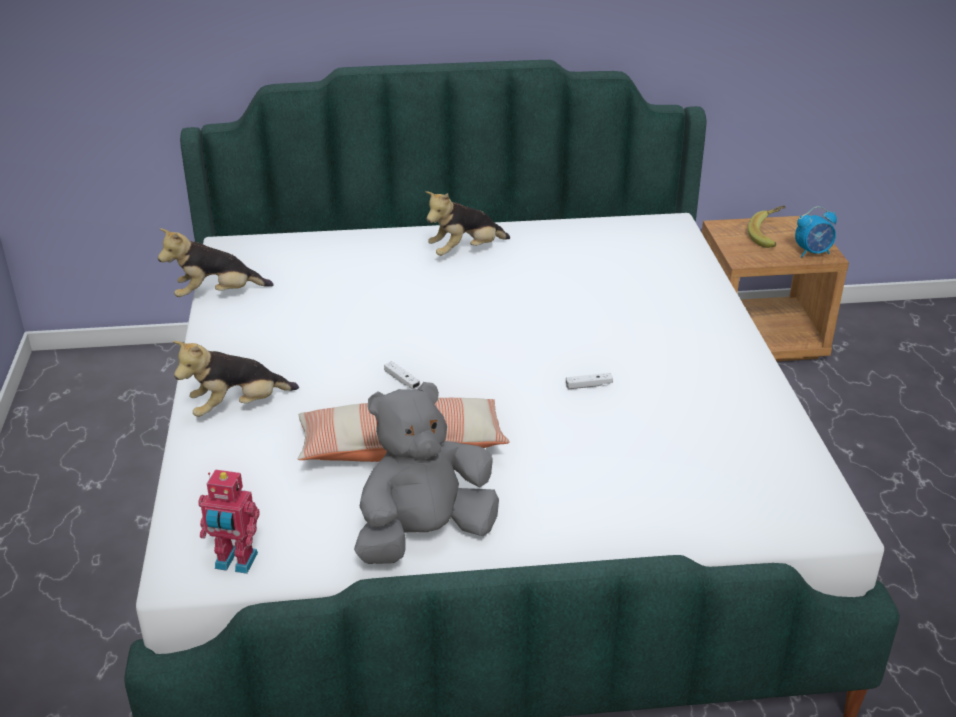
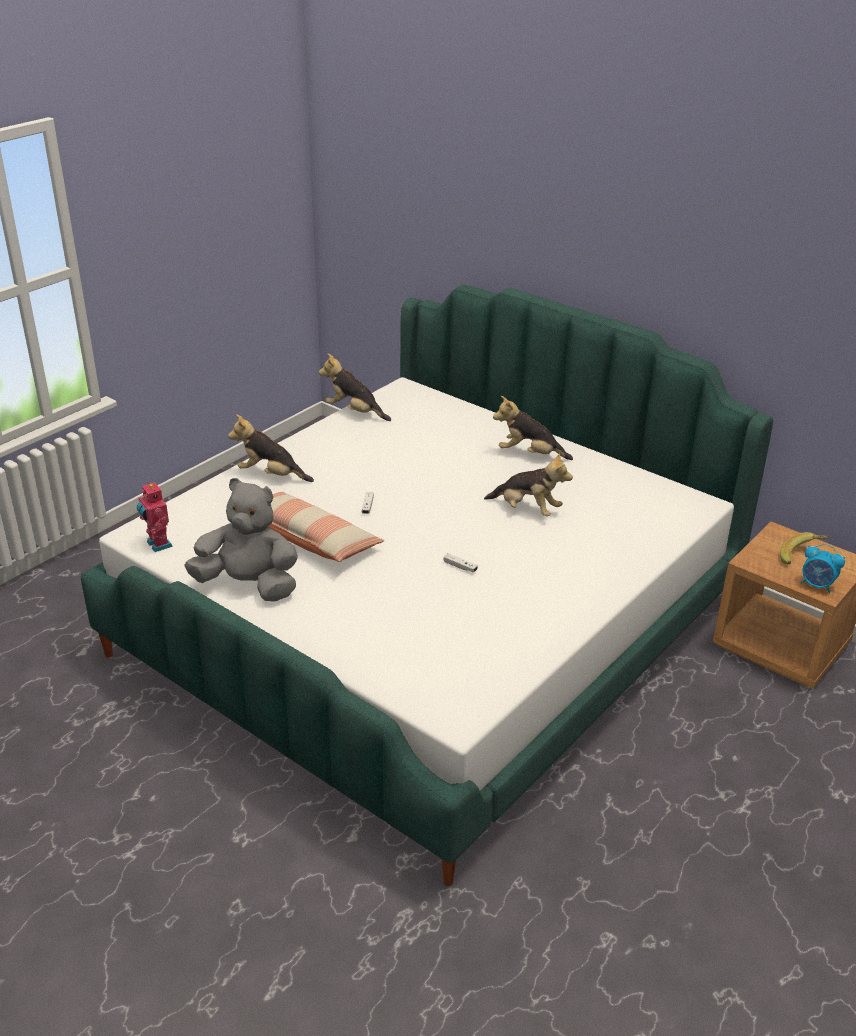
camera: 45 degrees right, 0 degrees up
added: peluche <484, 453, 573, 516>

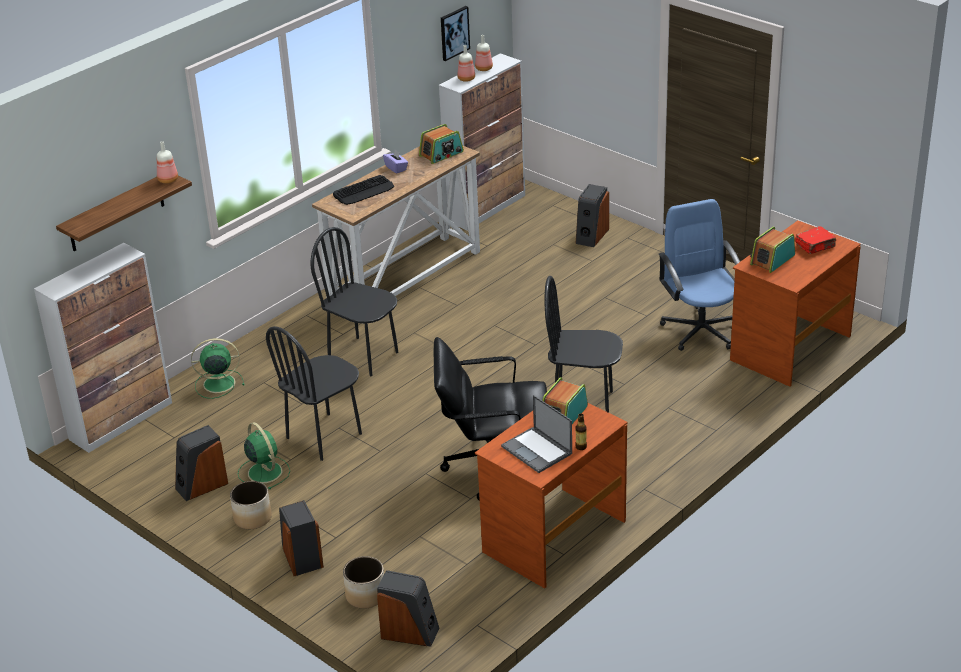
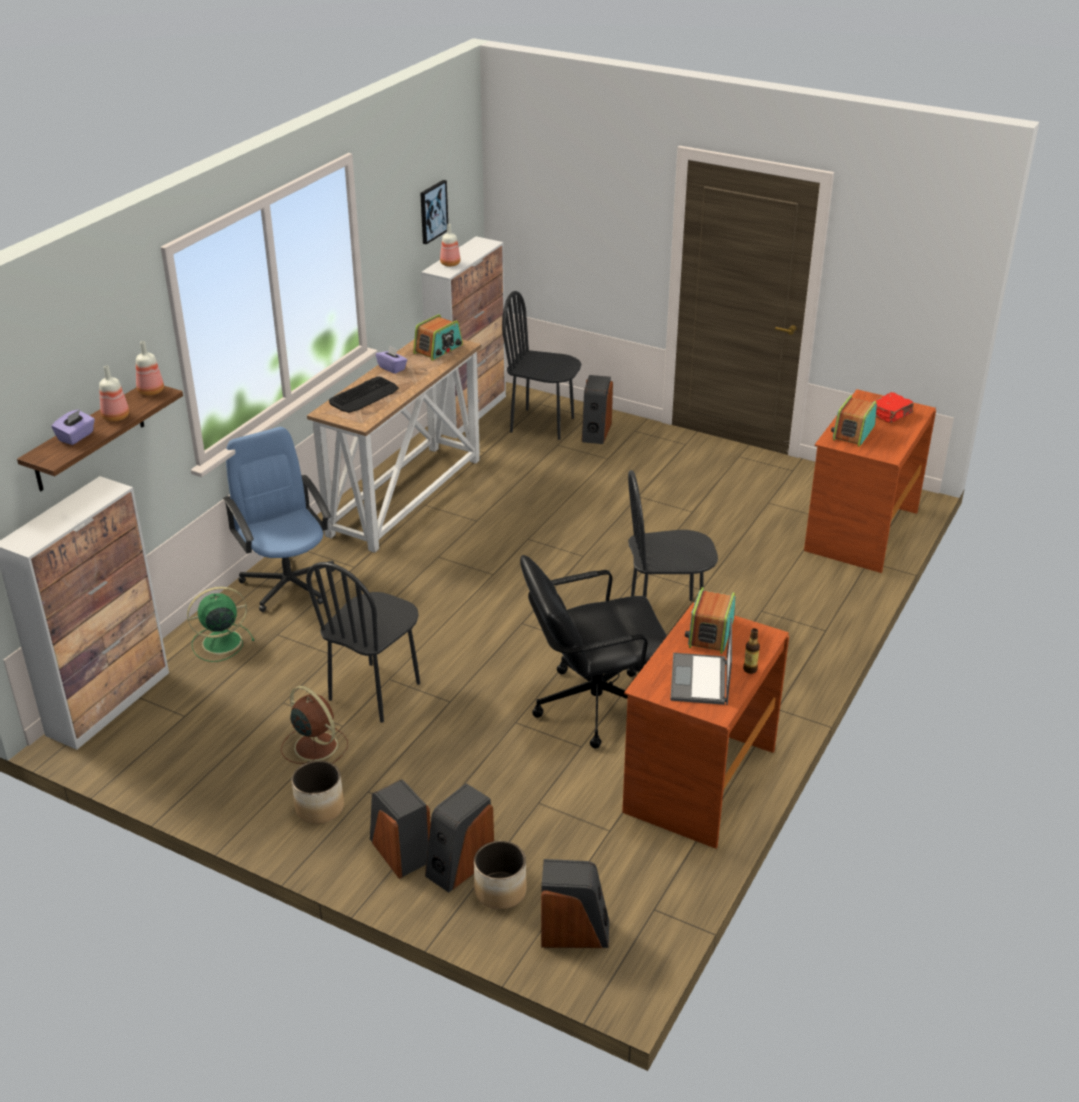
camera: 15 degrees left, 0 degrees up
added: boîte à mouchoirs (violet) <52, 410, 95, 445>
moved: enceinte <175, 425, 228, 501> to <425, 783, 494, 893>; chaise (noir) <311, 227, 398, 377> to <502, 291, 581, 440>; bouteille <475, 35, 493, 71> to <99, 366, 129, 422>; chaise de bureau (bleu) <659, 199, 740, 351> to <223, 427, 335, 612>
recoloured: ventilateur (vert) <238, 422, 290, 490> to ventilateur (marron) <281, 686, 348, 764>
turned: ordinateur portable <501, 395, 572, 473> = <670, 618, 732, 705> 60 degrees clockwise

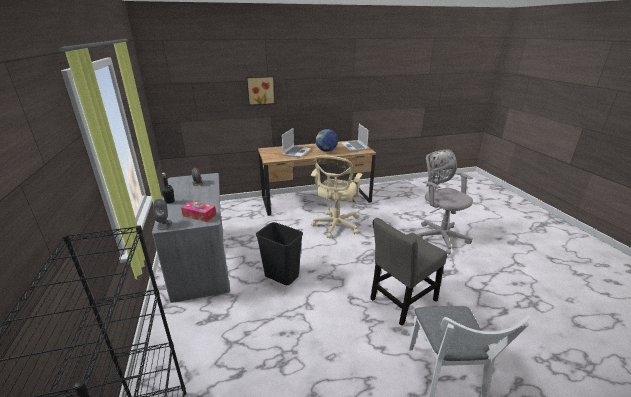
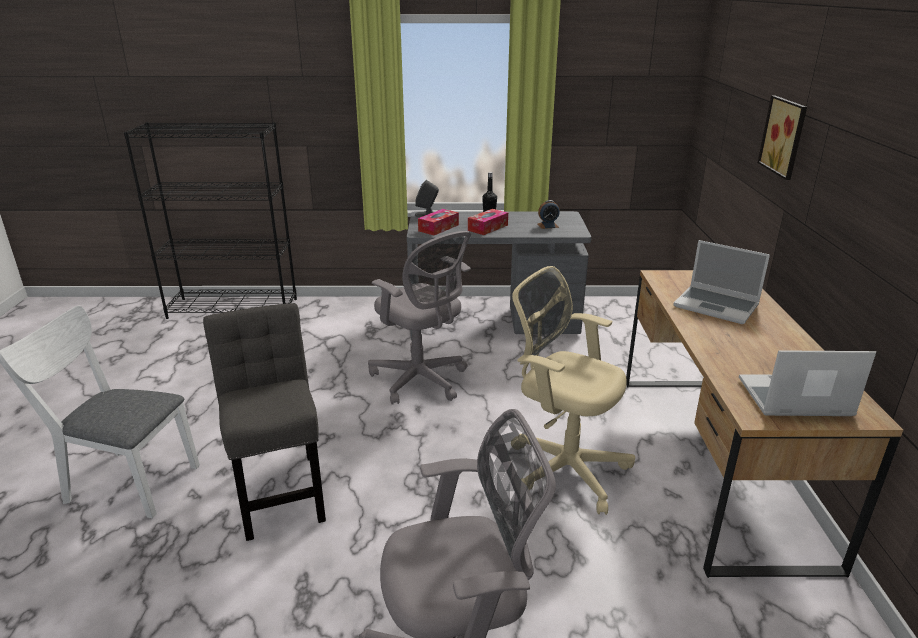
camera: 105 degrees right, 0 degrees up
removed: globe <316, 129, 338, 152>
added: boîte à mouchoirs <468, 209, 508, 235>
replaced: poubelle (noir) <256, 222, 303, 285> to chaise de bureau (gris) <368, 231, 471, 405>

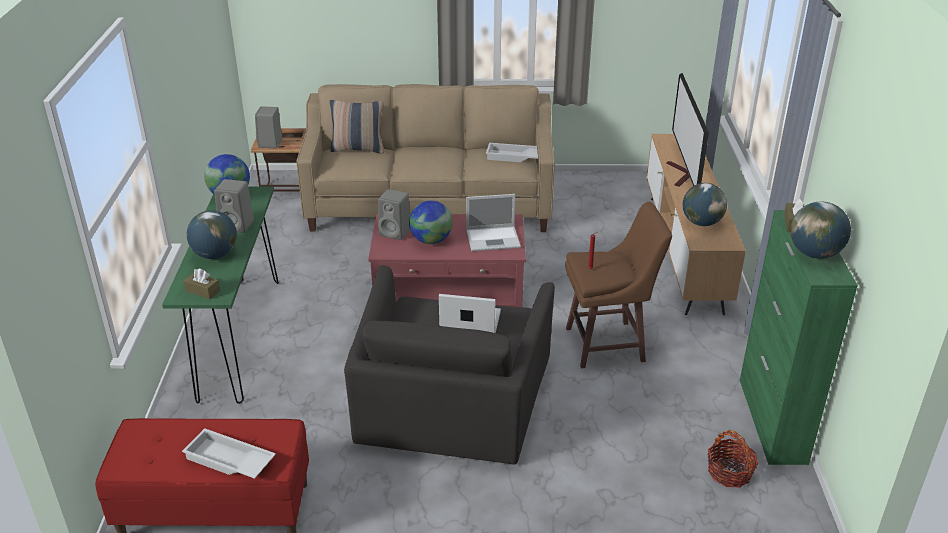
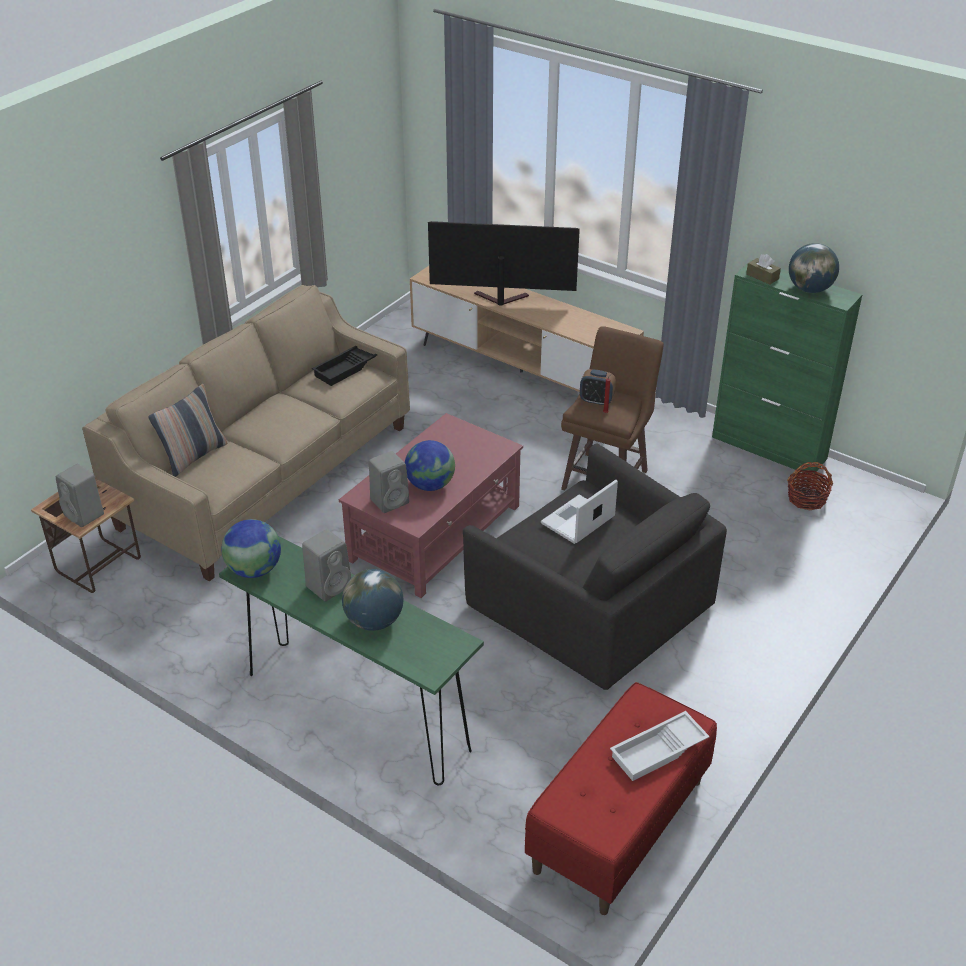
camera: 55 degrees left, 5 degrees up
removed: boîte à mouchoirs (marron) <183, 269, 220, 299>; ordinateur portable <466, 194, 521, 251>; globe <683, 183, 727, 226>
added: réveil <580, 369, 616, 406>
recoloured: plateau (blanc) <486, 143, 538, 162> to plateau (noir) <312, 346, 377, 386>
turned: téléviseur <666, 73, 709, 187> = <428, 221, 580, 306> 150 degrees clockwise

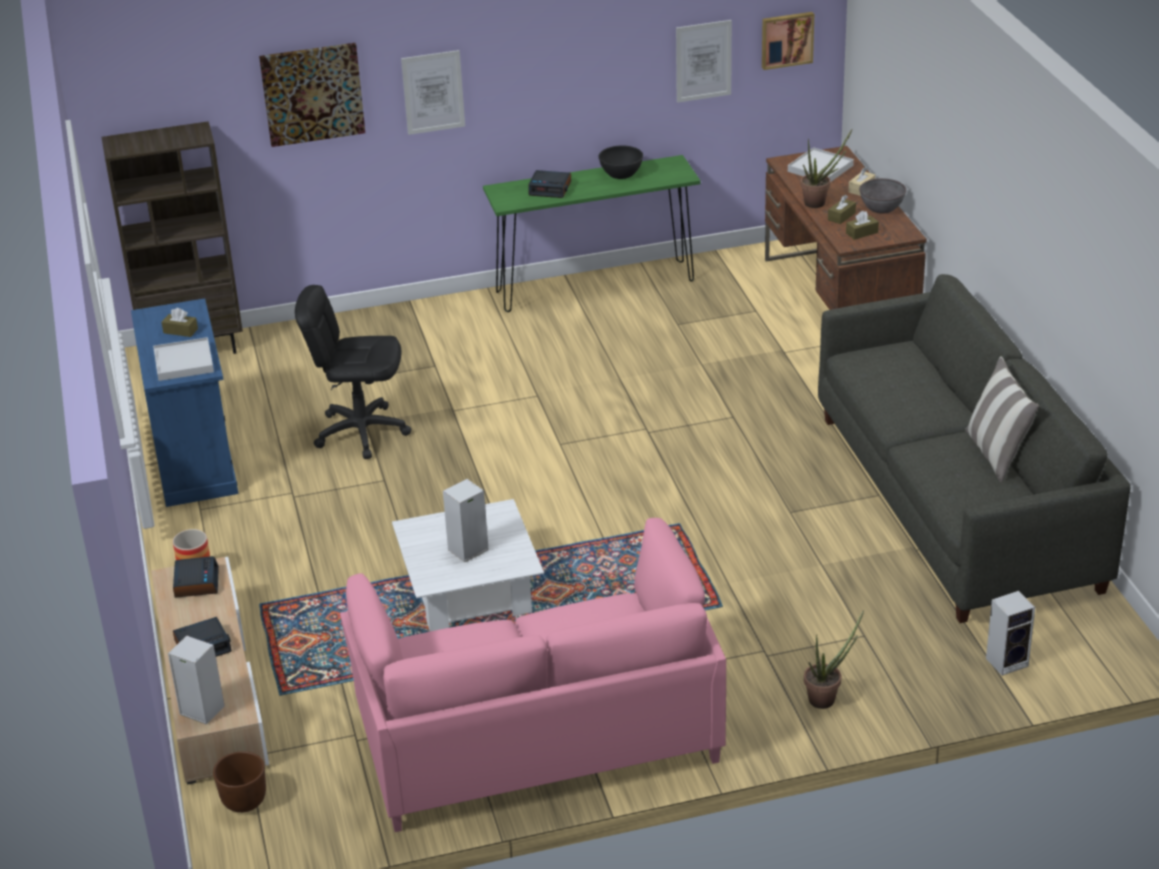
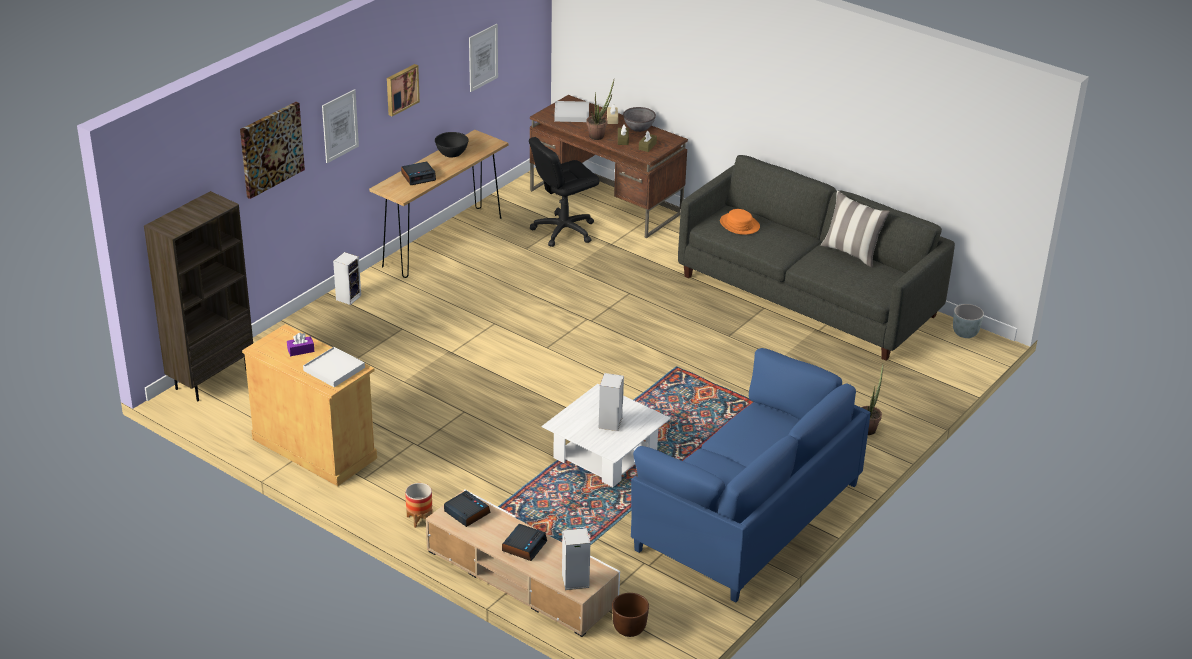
camera: 40 degrees left, 0 degrees up
added: chapeau (orange) <720, 209, 760, 235>; cache-pot (gris) <953, 304, 984, 338>
moved: chaise de bureau (noir) <295, 285, 411, 459> to <529, 137, 599, 247>; tableau <762, 12, 814, 70> to <387, 64, 420, 116>; enceinte <986, 591, 1035, 676> to <333, 252, 361, 305>
recoloured: meuble de rangement (bleu) <131, 298, 238, 507> to meuble de rangement (beige) <242, 324, 377, 486>; boîte à mouchoirs (marron) <162, 308, 198, 337> to boîte à mouchoirs (violet) <287, 333, 314, 356>; canapé (rose) <340, 518, 726, 832> to canapé (bleu) <631, 348, 871, 603>; table console (vert) <483, 155, 701, 312> to table console (marron) <369, 130, 508, 278>

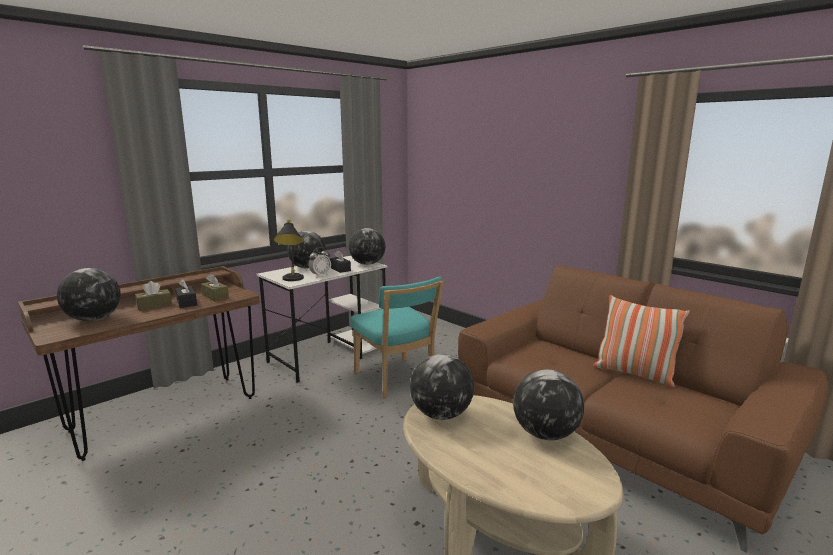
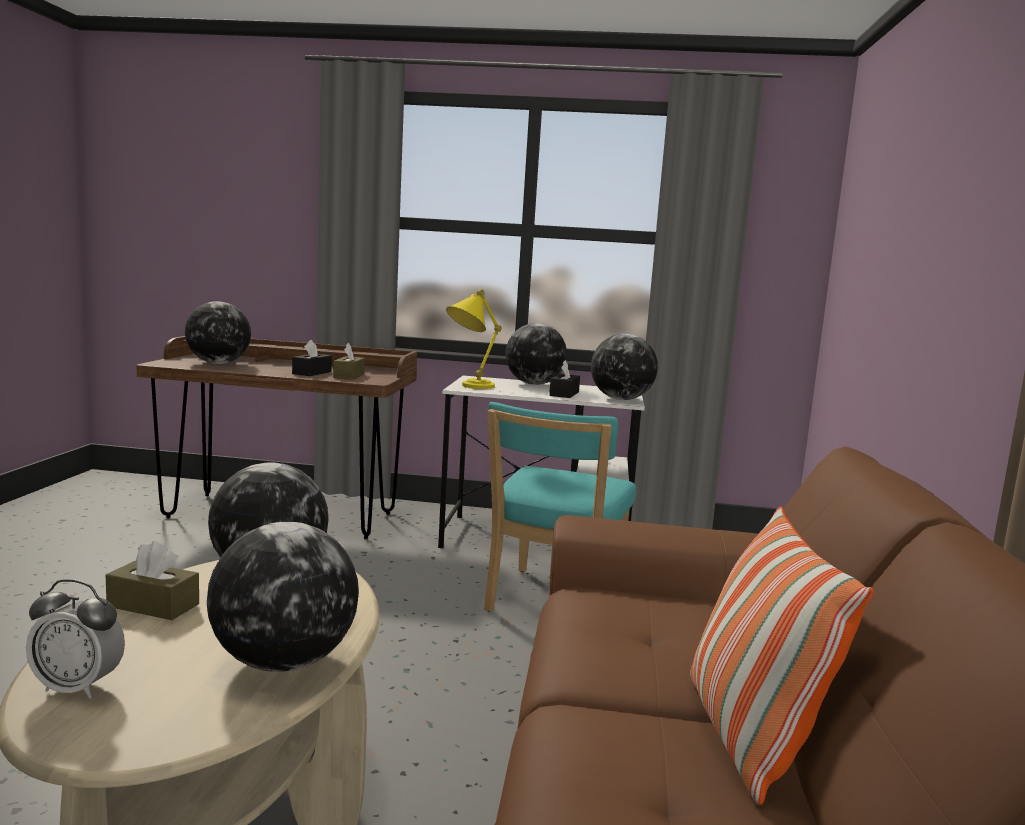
camera: 50 degrees right, 5 degrees down
moved: boîte à mouchoirs (marron) <135, 281, 172, 311> to <106, 541, 199, 620>; réveil <309, 247, 331, 277> to <26, 579, 125, 699>
recoloured: lampe de table (noir) <274, 219, 304, 281> to lampe de table (jaune) <446, 289, 502, 389>

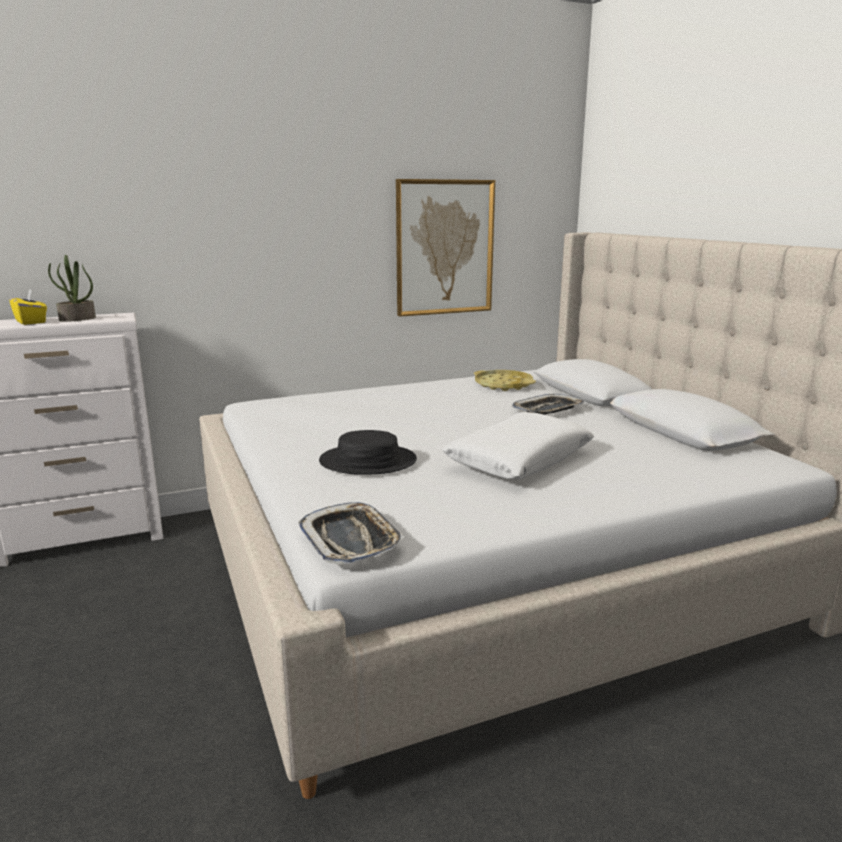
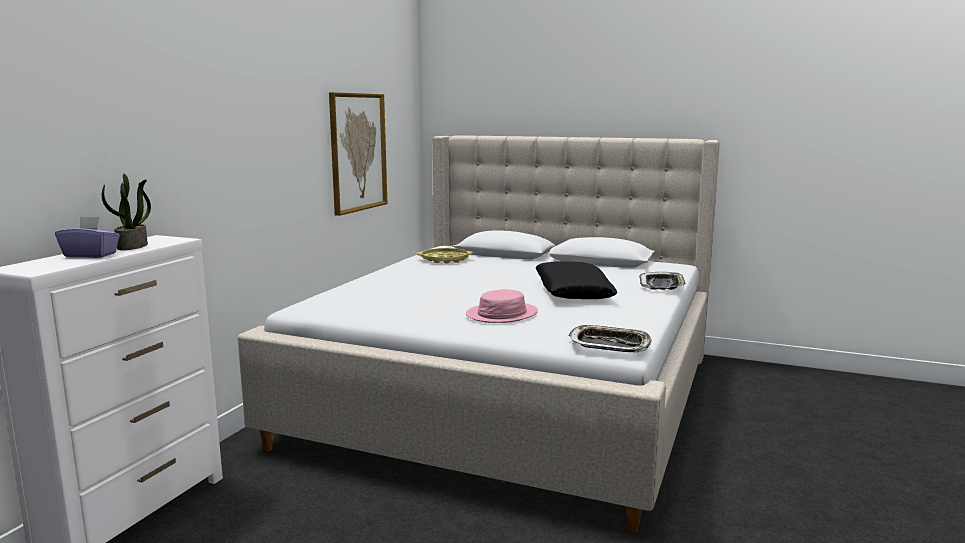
camera: 45 degrees left, 5 degrees down
moved: plateau <511, 394, 584, 415> to <639, 272, 686, 290>
recoloured: boîte à mouchoirs (jaune) <9, 288, 47, 325> to boîte à mouchoirs (violet) <55, 216, 120, 258>; chapeau (noir) <319, 430, 417, 475> to chapeau (rose) <466, 289, 538, 323>; coussin (blanc) <442, 412, 594, 480> to coussin (noir) <536, 262, 618, 299>

